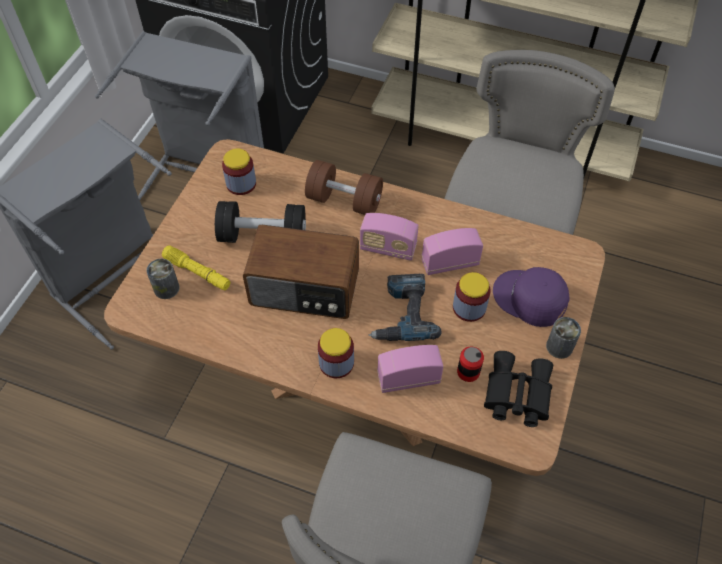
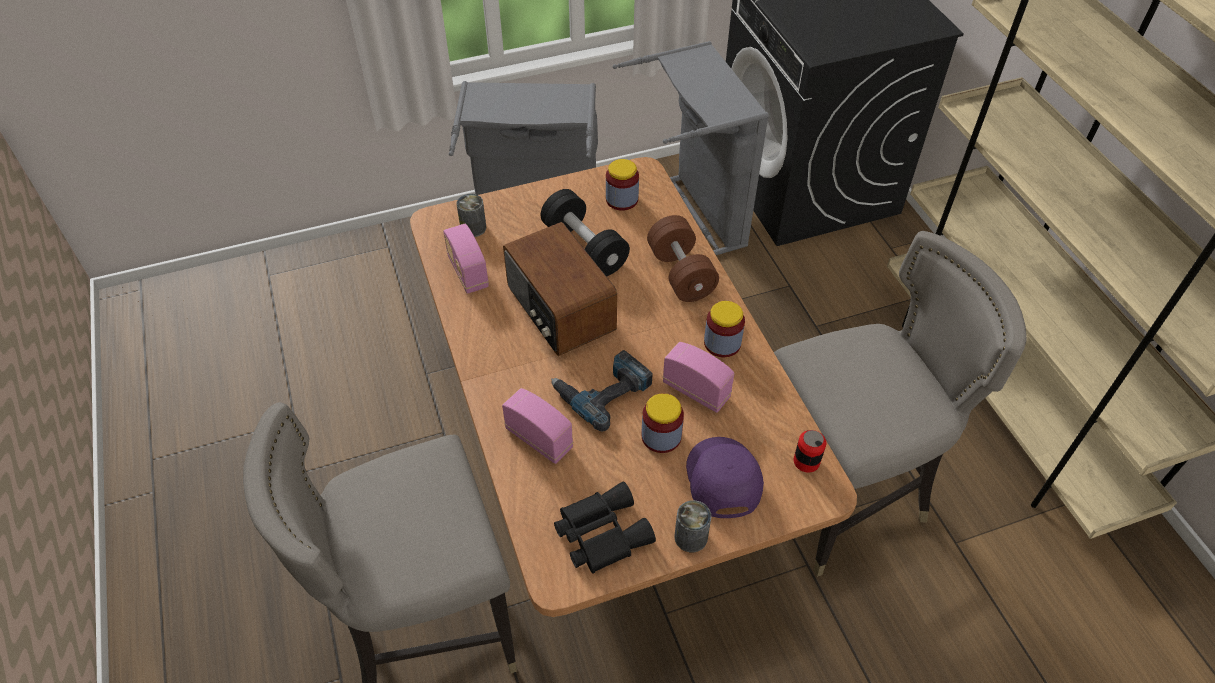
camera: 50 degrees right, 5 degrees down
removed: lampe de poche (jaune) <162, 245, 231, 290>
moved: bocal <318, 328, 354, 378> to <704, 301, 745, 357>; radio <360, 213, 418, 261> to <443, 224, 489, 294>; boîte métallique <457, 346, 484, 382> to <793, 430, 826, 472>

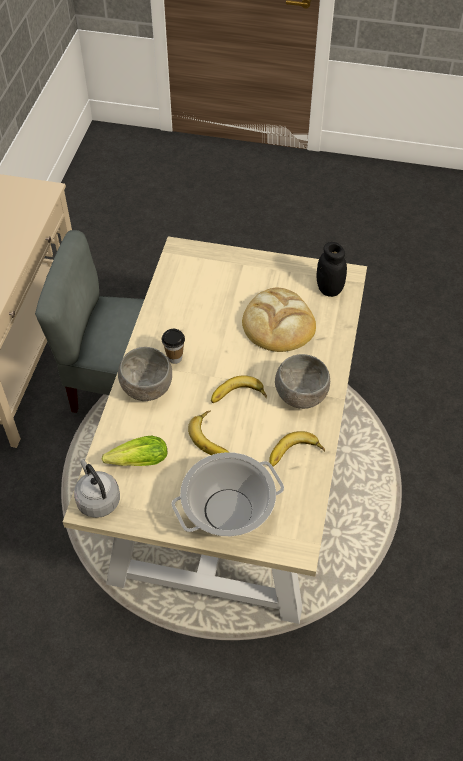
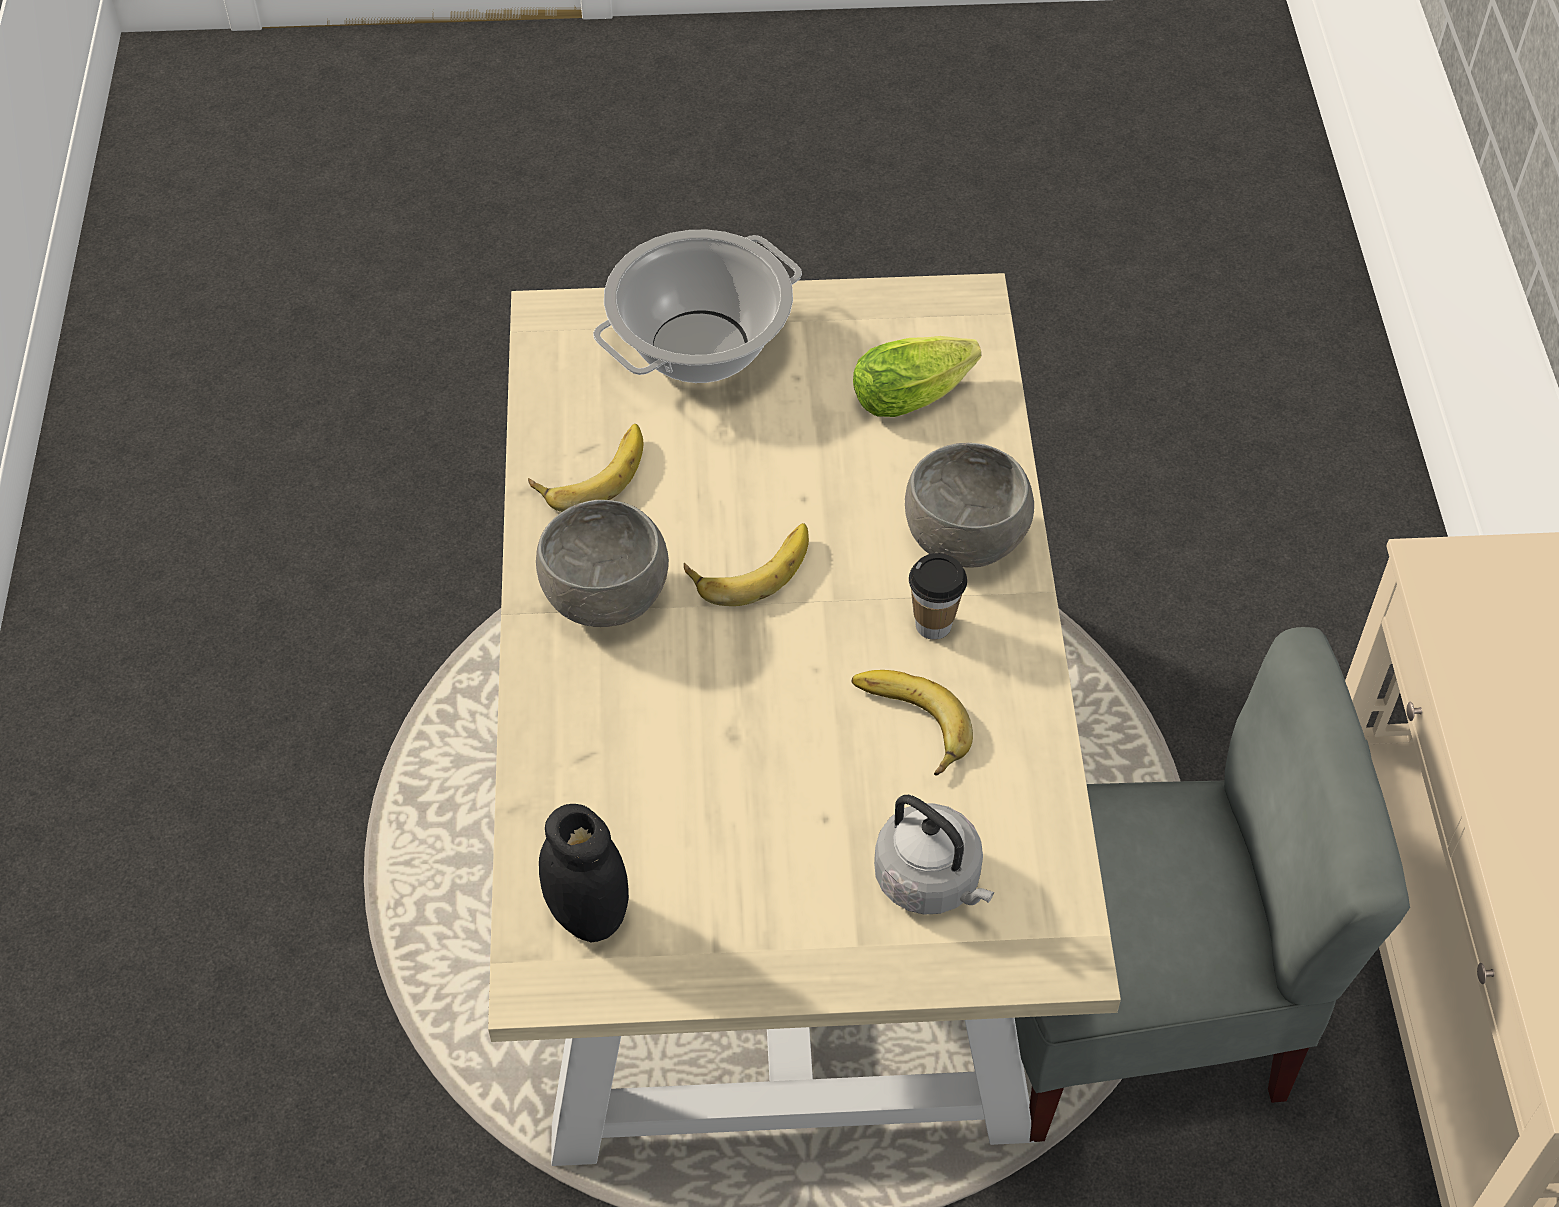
camera: 165 degrees right, 0 degrees up
removed: pain <242, 288, 316, 352>
moved: bouilloire (gris) <74, 459, 120, 518> to <874, 795, 994, 915>; banane <188, 410, 229, 455> to <851, 670, 973, 775>

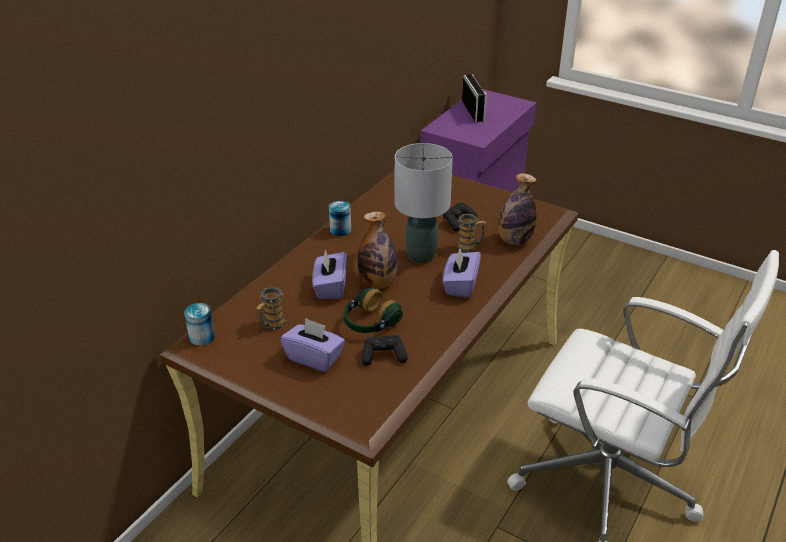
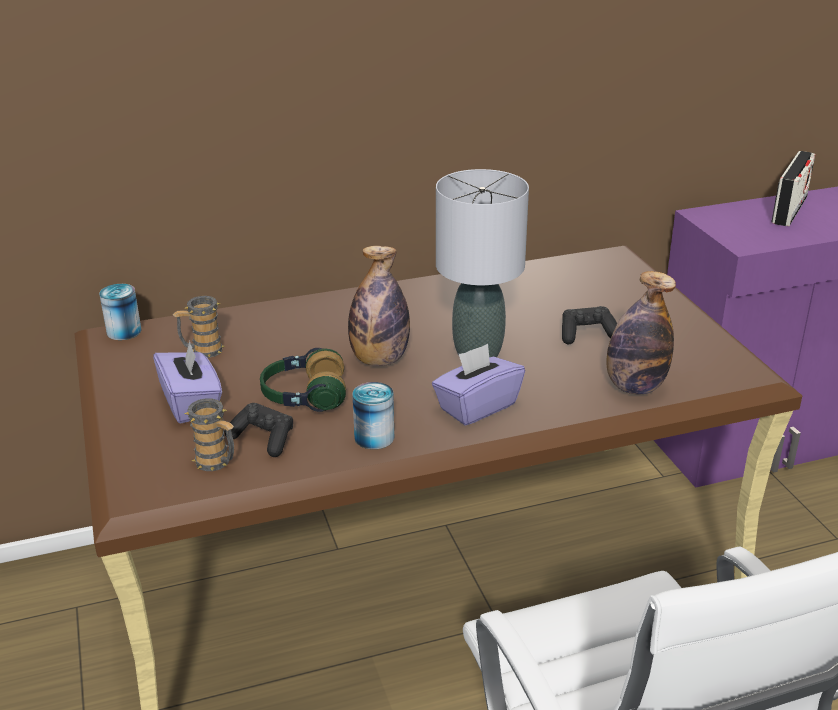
camera: 40 degrees right, 5 degrees down
removed: boîte à mouchoirs (violet) <312, 250, 347, 299>
moved: boîte métallique <329, 201, 351, 236> to <352, 382, 394, 449>; mug <456, 214, 486, 252> to <185, 398, 234, 471>

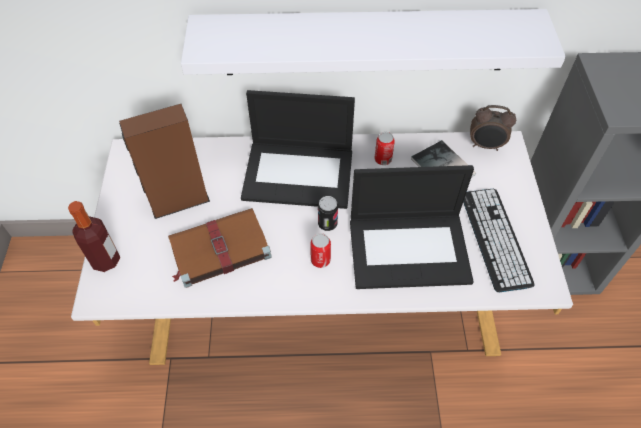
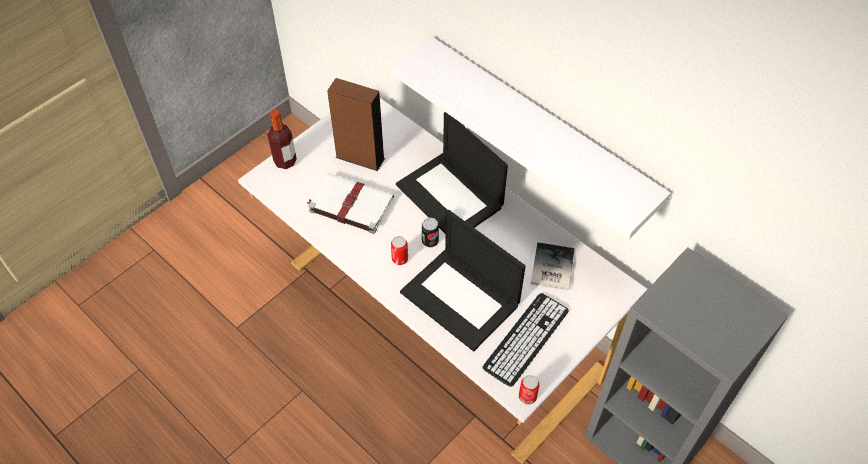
camera: 45 degrees right, 0 degrees up
removed: réveil <470, 105, 516, 151>
moved: boîte métallique <374, 132, 395, 165> to <519, 375, 540, 405>
recoloured: livre (marron) <168, 208, 272, 288> to livre (blanc) <307, 173, 394, 234>

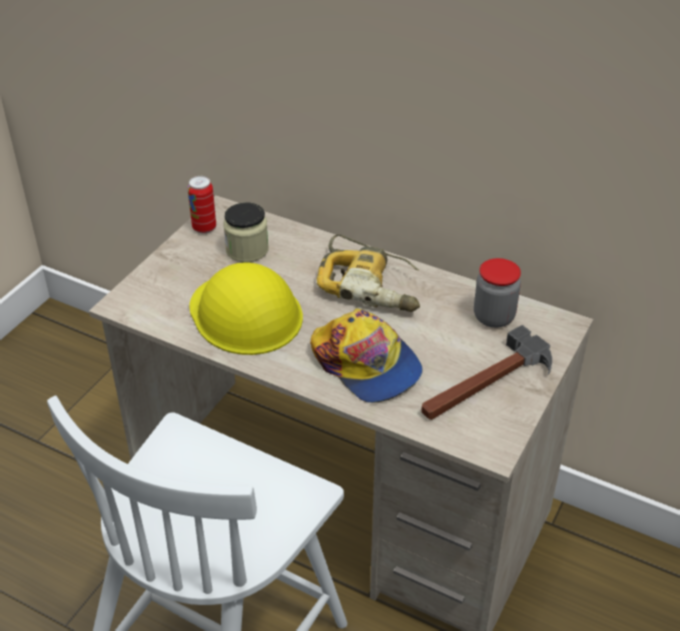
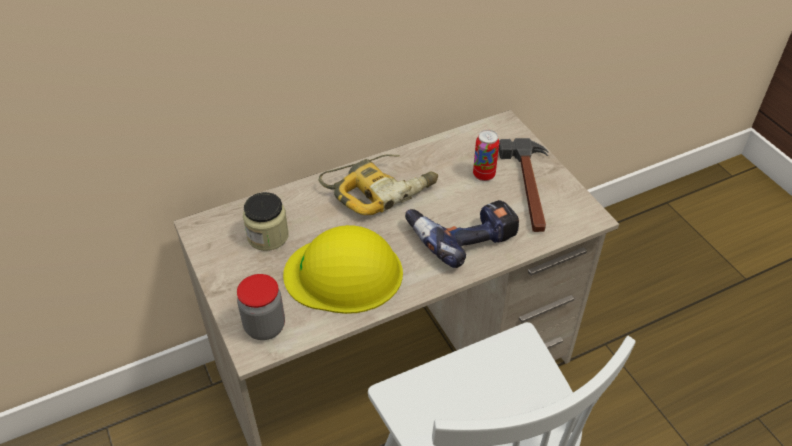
camera: 55 degrees left, 5 degrees up
moved: boîte métallique <188, 176, 216, 234> to <473, 130, 499, 181>; bocal <474, 258, 521, 328> to <237, 274, 285, 340>
replaced: casquette <310, 308, 423, 403> to perceuse <405, 200, 519, 268>

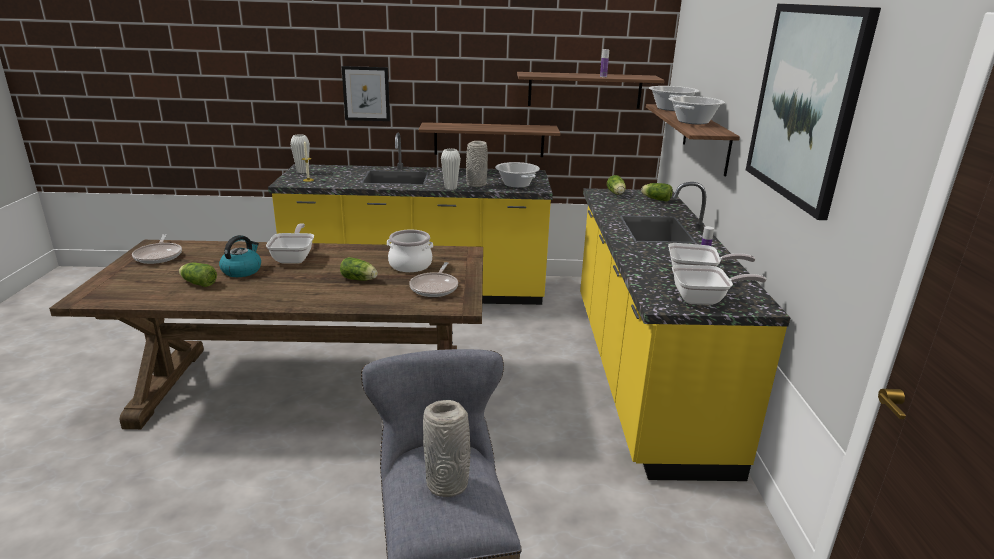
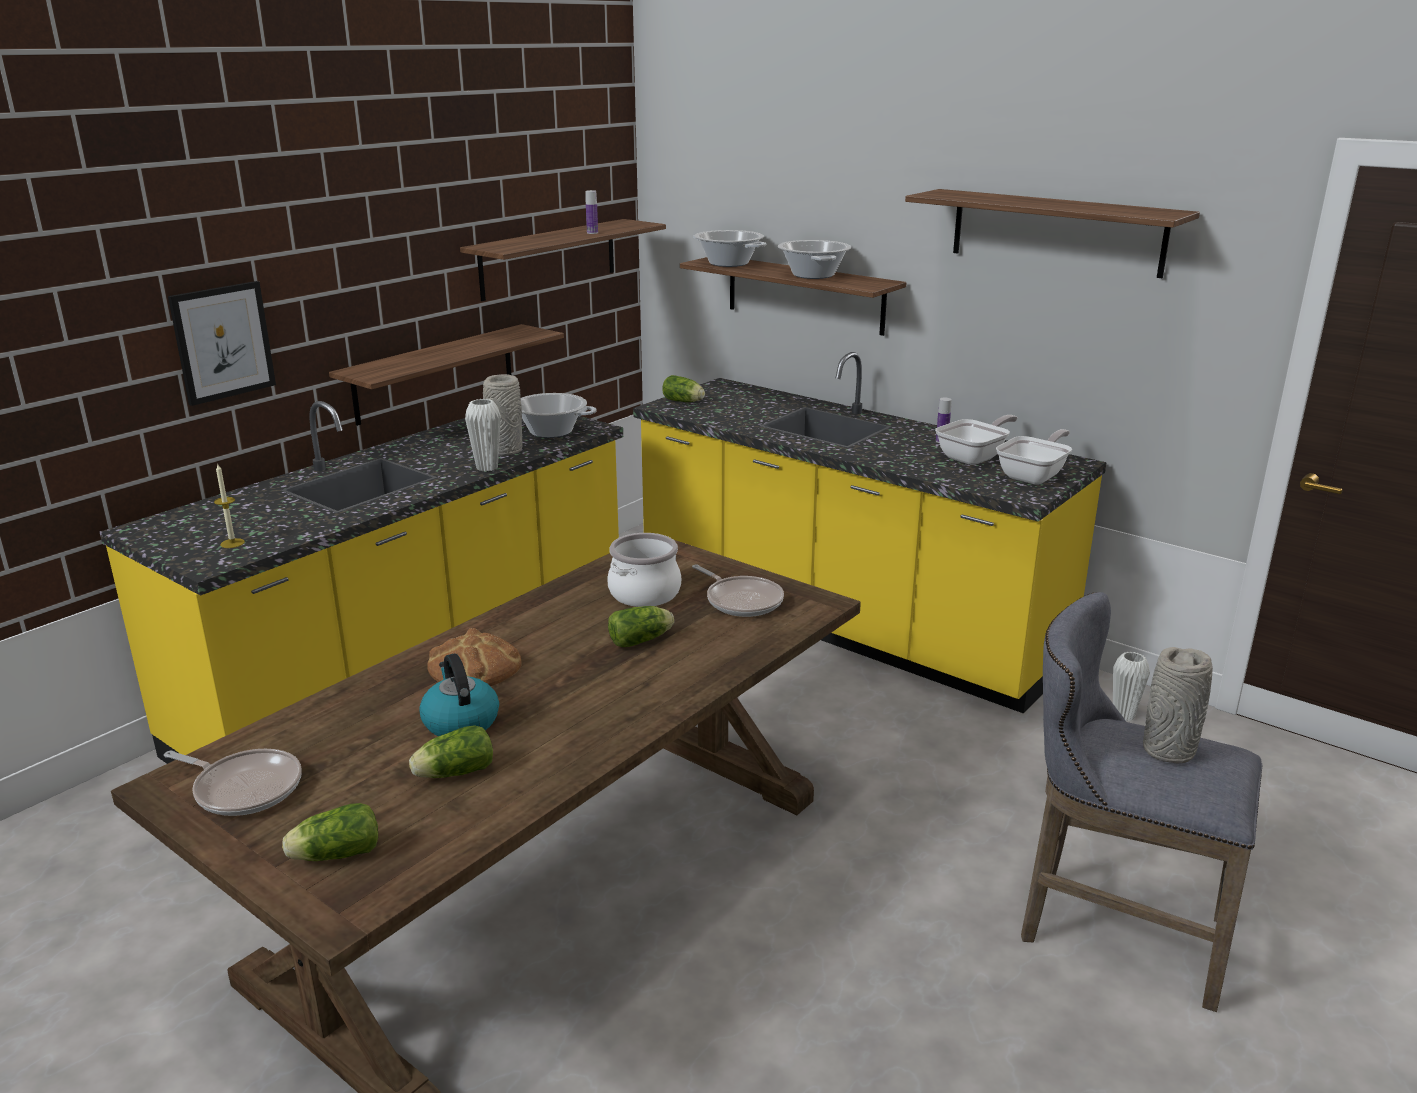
camera: 50 degrees left, 0 degrees up
moved: vase (blanc) <290, 134, 310, 173> to <1113, 652, 1150, 721>; laitue <641, 183, 673, 202> to <282, 803, 378, 861>
replaced: poêle <266, 223, 314, 264> to pain <427, 628, 521, 686>; tableau <746, 4, 881, 220> to étagère <905, 189, 1200, 278>

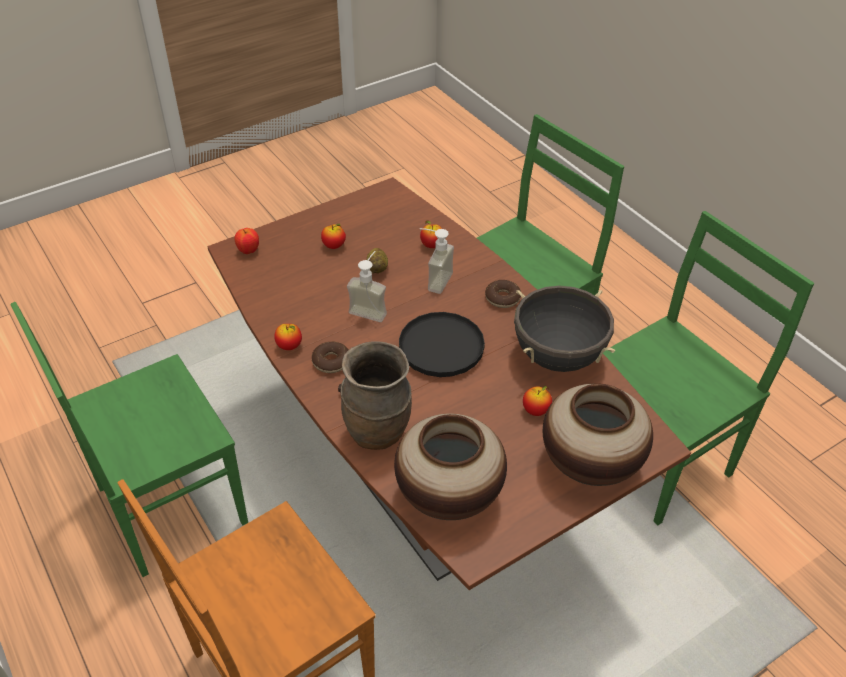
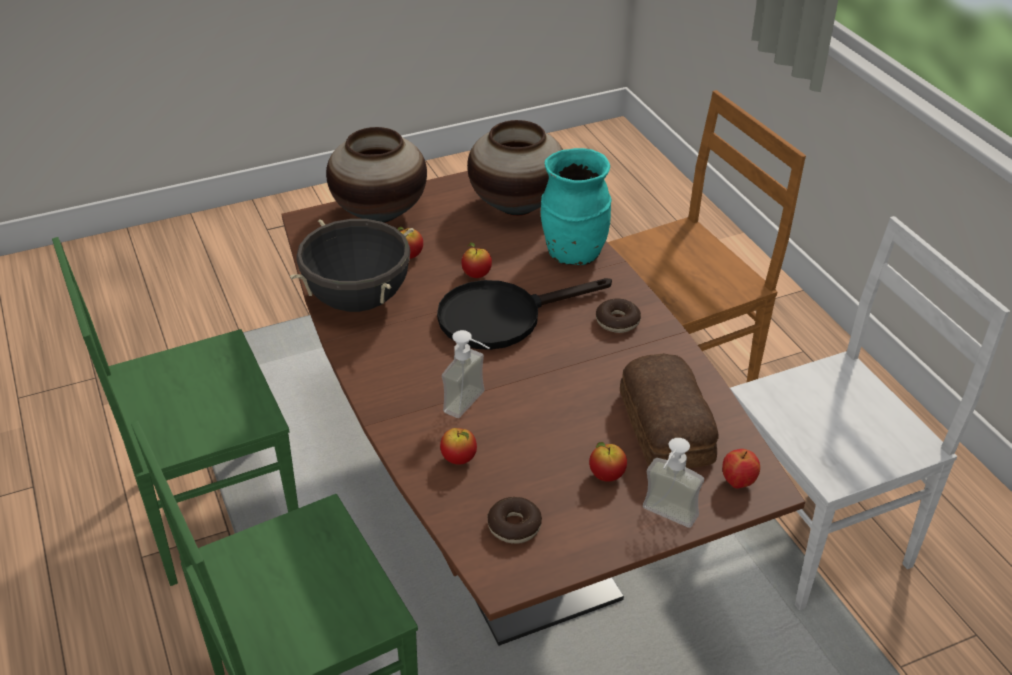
camera: 170 degrees left, 5 degrees down
removed: pomme de terre <367, 248, 388, 273>
added: pain <620, 354, 719, 468>
moved: pomme <274, 324, 302, 350> to <461, 242, 492, 278>; distributeur de savon <347, 251, 387, 322> to <643, 438, 704, 528>; beignet <485, 280, 521, 308> to <488, 497, 542, 544>
recoloured: chaise (vert) <10, 302, 248, 577> to chaise (blanc) <730, 216, 1010, 610>; vase (marron) <340, 342, 412, 450> to vase (turquoise) <541, 148, 611, 265>

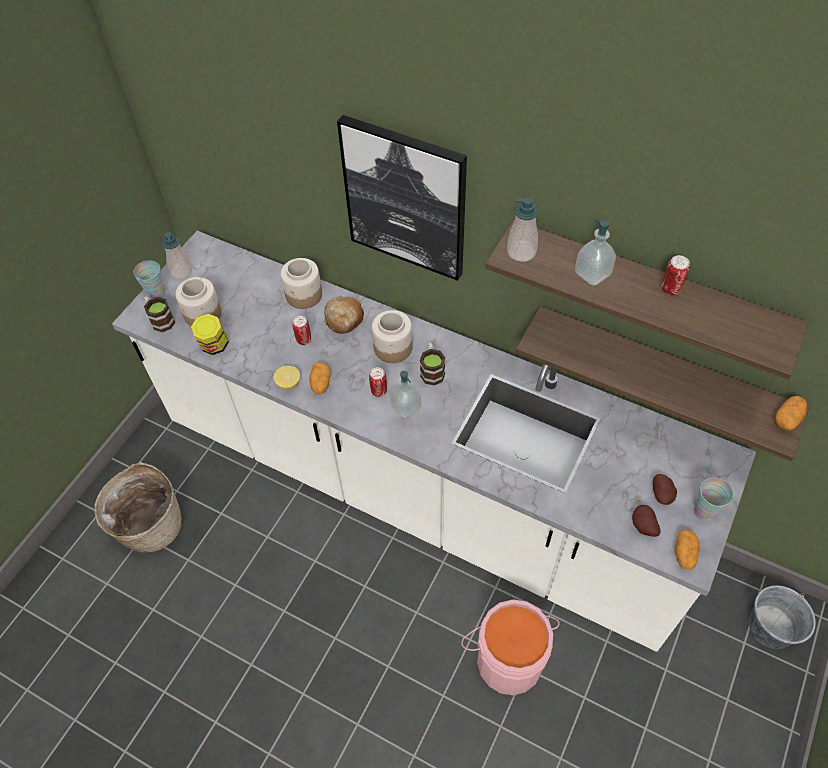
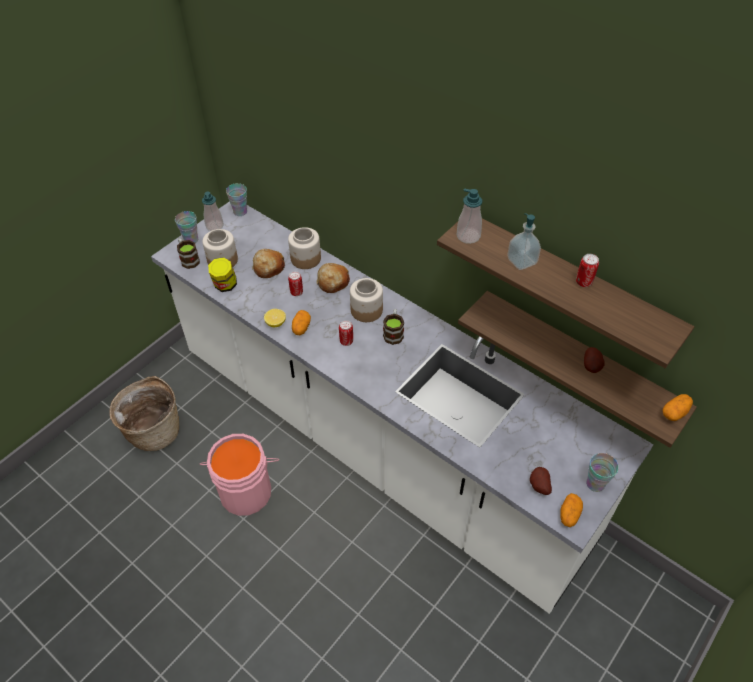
camera: 10 degrees right, 5 degrees down
removed: tableau <337, 115, 467, 281>; distributeur de savon <390, 371, 421, 418>; seau (gris) <749, 585, 816, 649>
added: tasse <226, 183, 247, 216>; pain <252, 249, 285, 278>
moved: seau (rose) <461, 600, 560, 695> to <200, 434, 280, 516>; pomme de terre <653, 474, 677, 505> to <584, 347, 605, 373>

